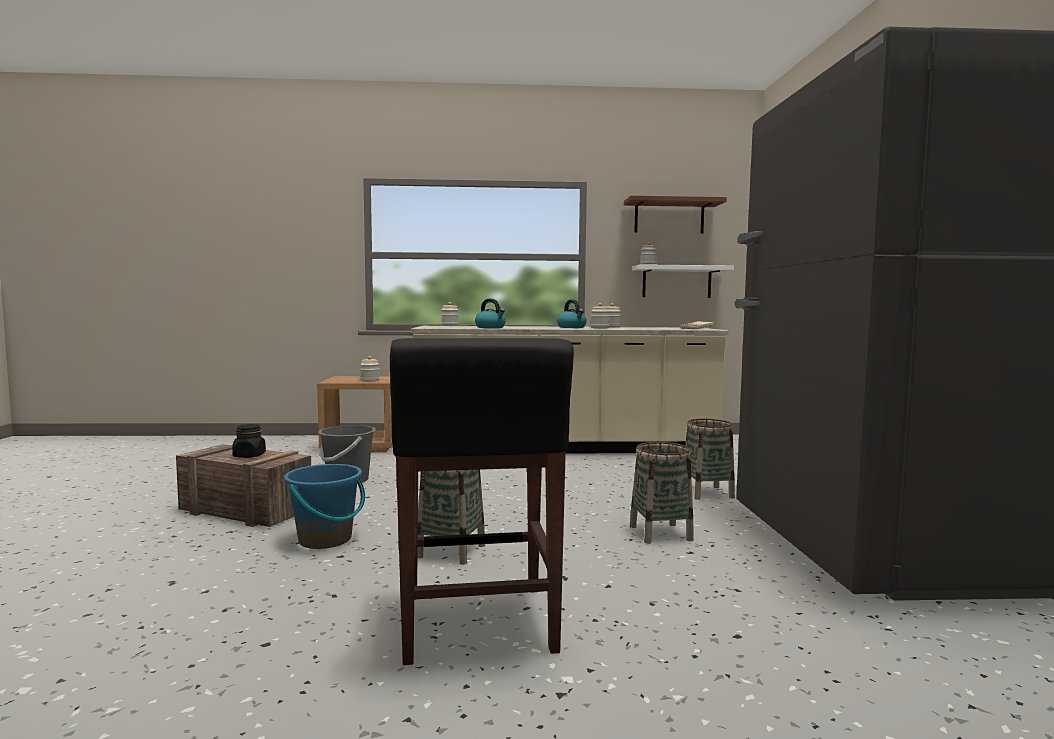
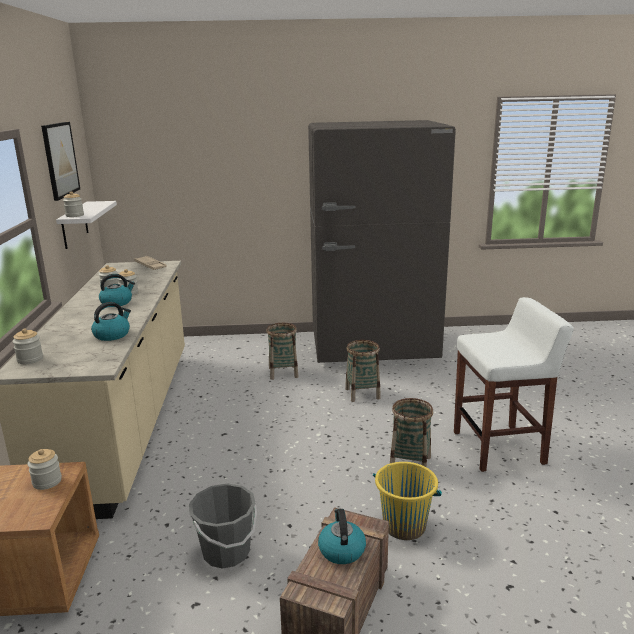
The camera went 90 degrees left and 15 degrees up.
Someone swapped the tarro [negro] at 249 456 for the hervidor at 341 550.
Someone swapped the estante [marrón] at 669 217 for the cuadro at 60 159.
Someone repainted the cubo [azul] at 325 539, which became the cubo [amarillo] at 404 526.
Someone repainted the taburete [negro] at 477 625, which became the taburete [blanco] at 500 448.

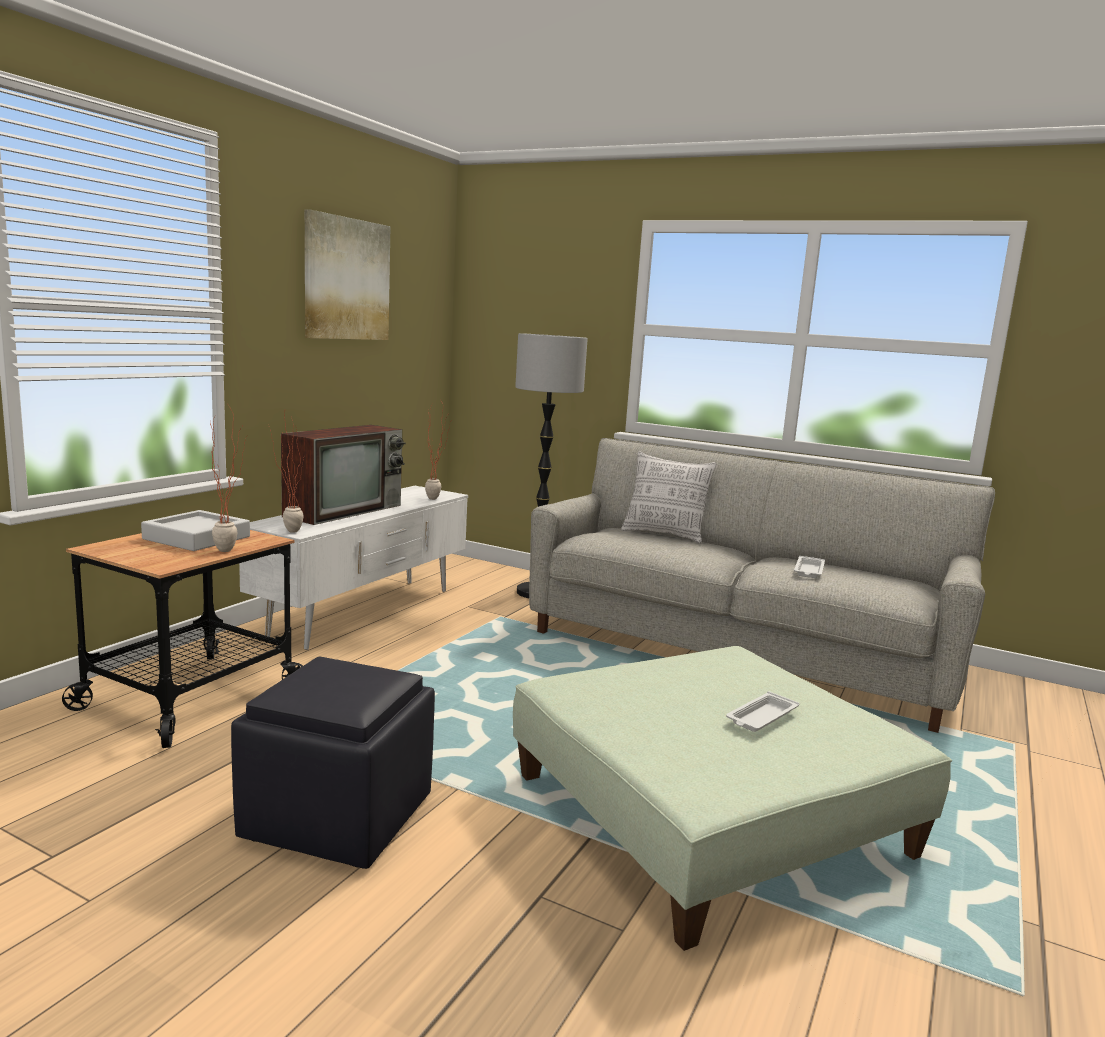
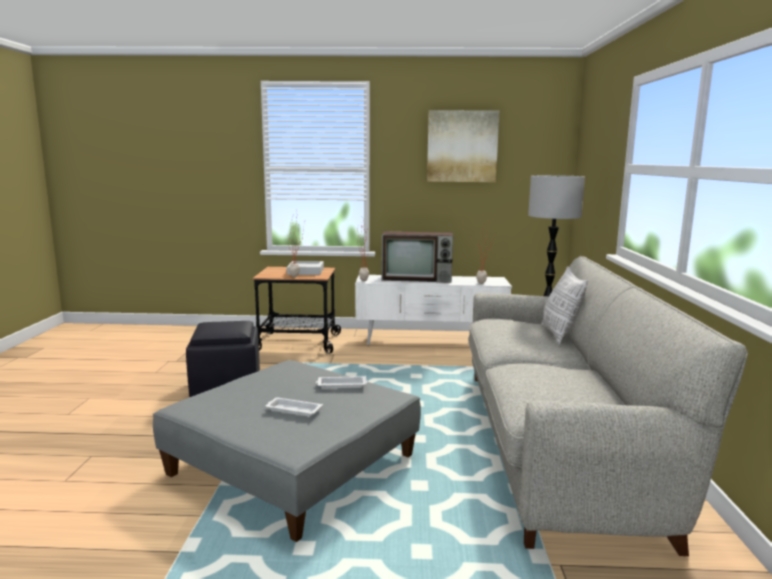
The camera went 65 degrees right and 0 degrees up.
Someone carried the bandeja [blanco] from 809 571 to 341 385.
Someone repainted the puf [verde] at 709 814, which became the puf [gris] at 294 464.

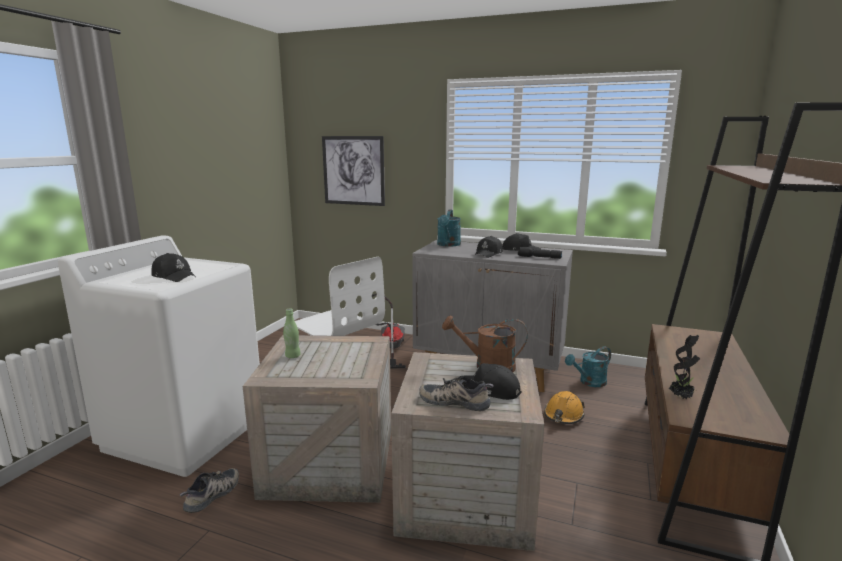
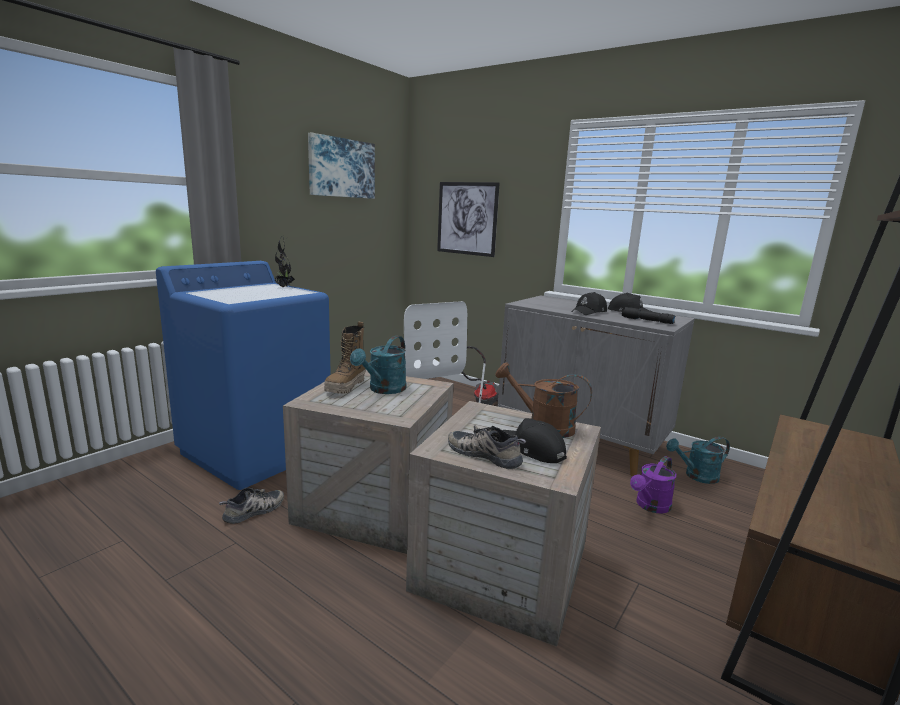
The camera went 15 degrees right and 0 degrees up.
Someone took away the gorra [negro] at 174 276.
Someone put up the cuadro at 341 168.
Someone carried the regadera [turquesa] from 448 245 to 383 390.
Someone carried the planta en maceta from 681 397 to 283 287.
Someone swapped the botella [verde] at 292 356 for the bota at 346 387.
Someone swapped the casco [naranja] at 563 415 for the regadera [morado] at 650 506.
Someone repainted the lavadora [blanco] at 186 432, which became the lavadora [azul] at 257 451.

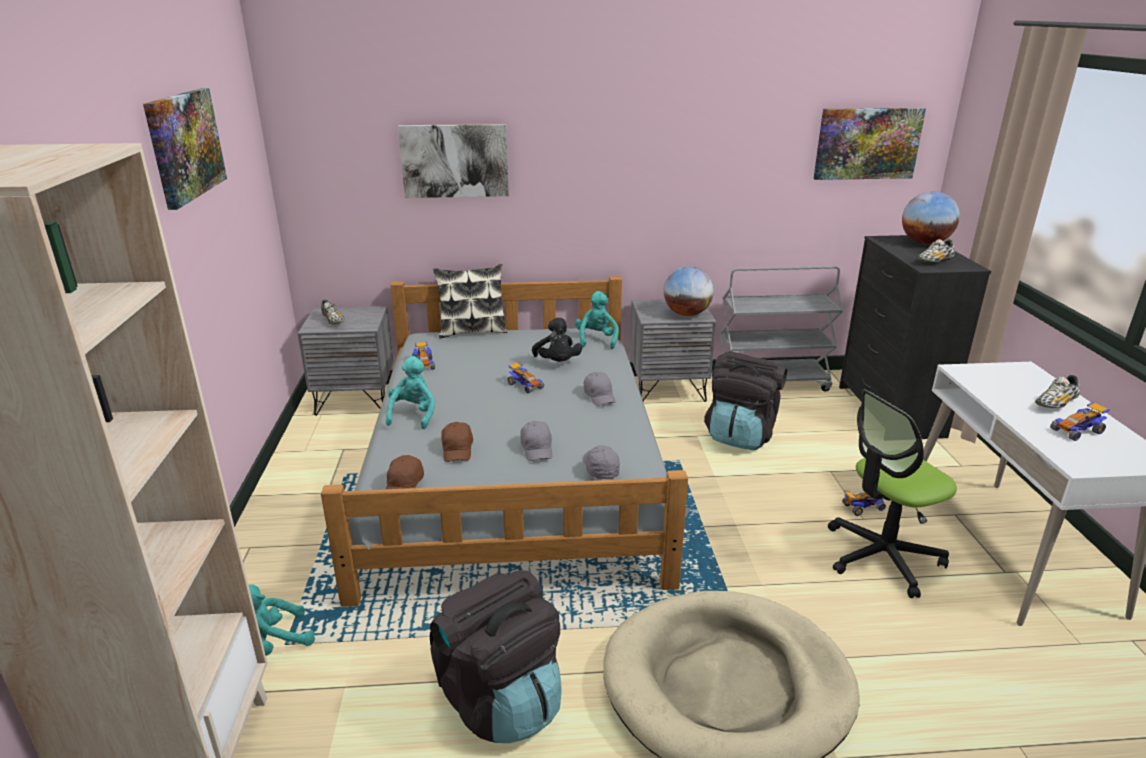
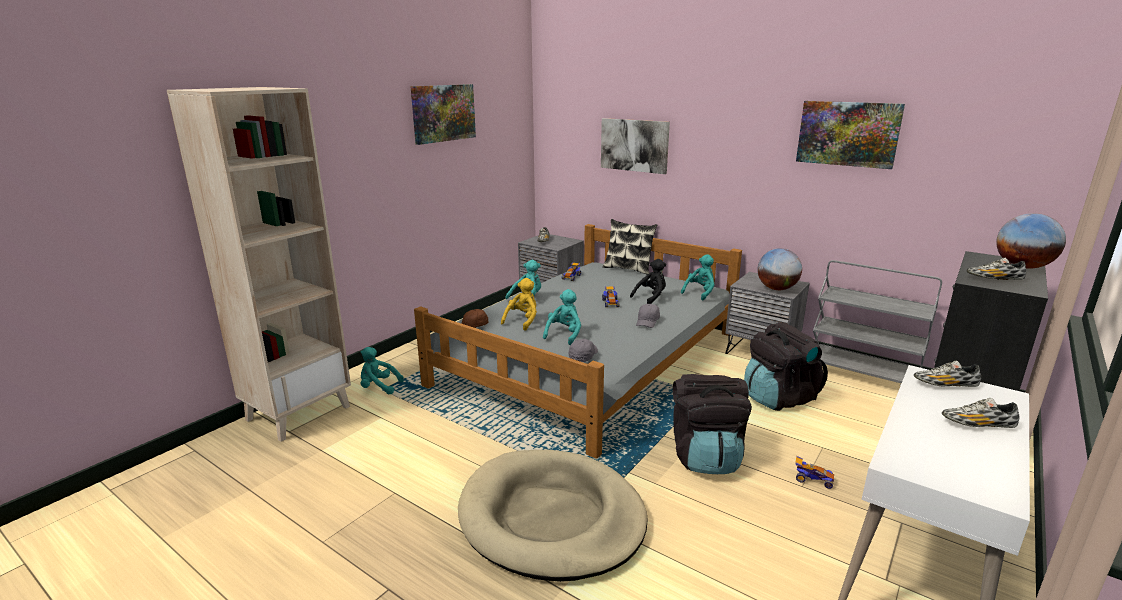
The camera went 40 degrees right and 5 degrees down.
Someone took away the silla de oficina at 882 557.
Someone took away the coche de juguete at 1076 431.
Someone put down the zapato at 945 385.
Someone carried the mochila [negro] from 500 700 to 705 456.
Someone carried the cuadro from 867 143 to 848 133.
Someone swapped the gorra [marrón] at 457 450 for the peluche [amarillo] at 522 321.
Someone swapped the gorra [gris] at 537 449 for the peluche [turquesa] at 564 334.
Someone rotated the peluche [negro] at 557 363 by 150 degrees counterclockwise.

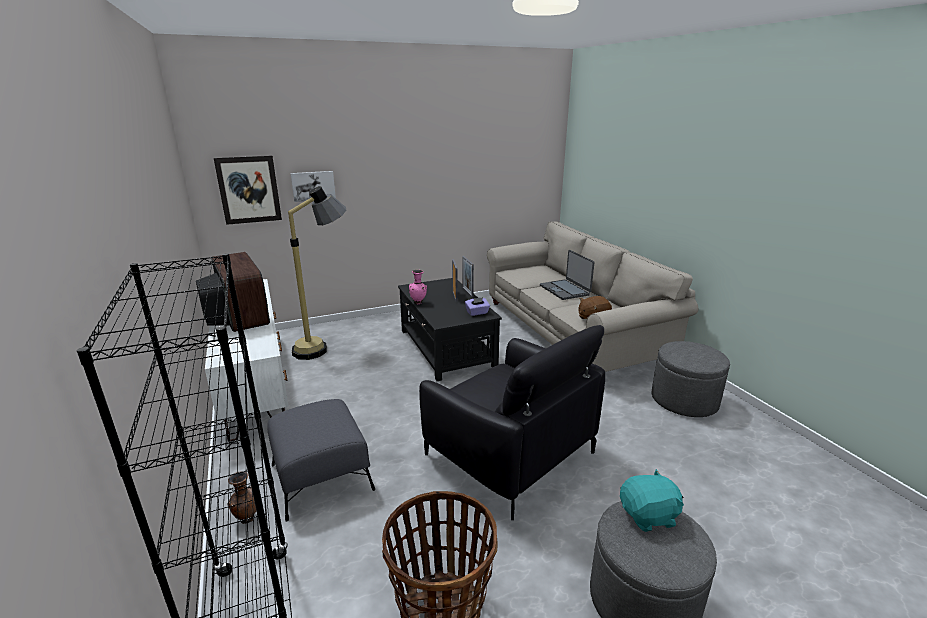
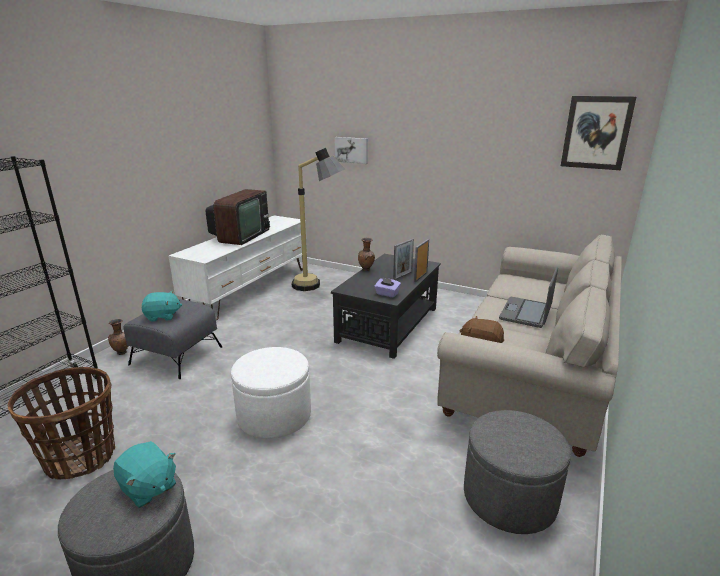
The camera went 50 degrees right and 0 degrees up.
Someone put down the peluche [turquesa] at 163 316.
Someone carried the cuadro from 249 189 to 596 133.
Someone swapped the sillón [negro] at 509 453 for the puf [blanco] at 274 416.
Someone repainted the florero [rosa] at 418 302, which became the florero [marrón] at 366 270.

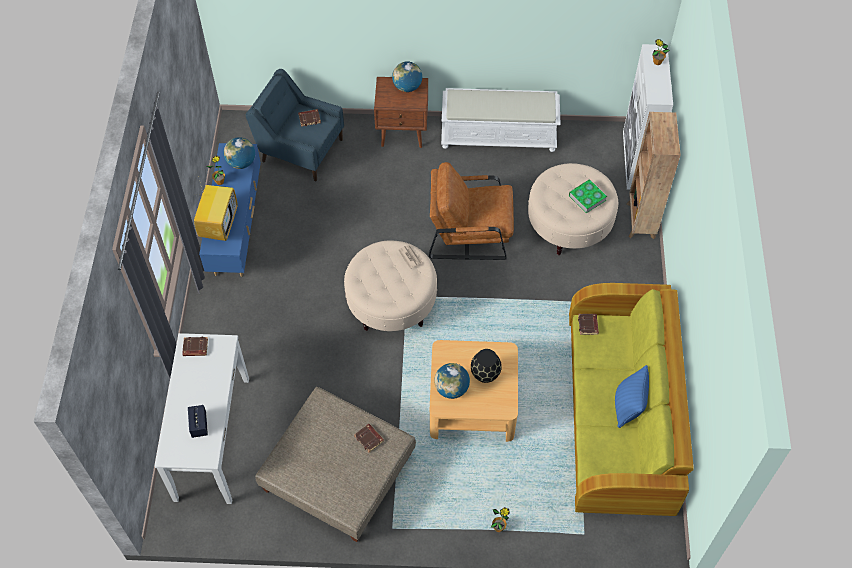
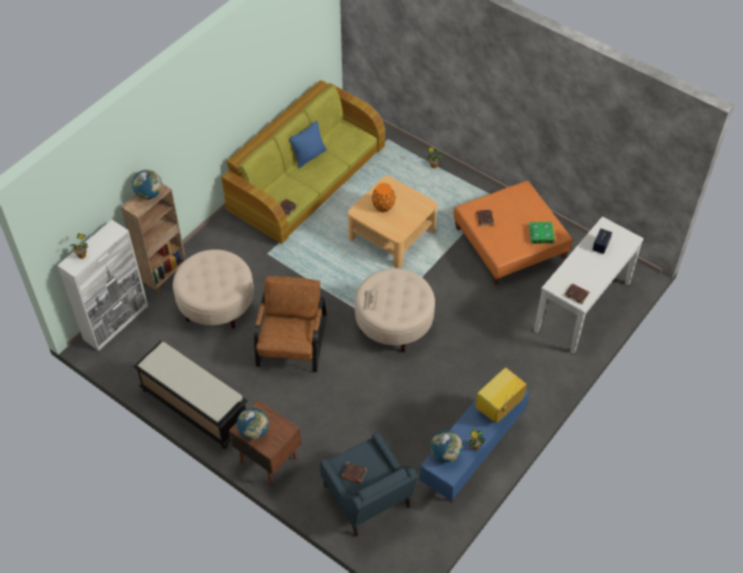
The camera went 145 degrees left and 5 degrees down.
Someone carried the globo terráqueo from 451 389 to 149 194.
Someone carried the libro from 587 198 to 541 234.
Someone repainted the puf [beis] at 338 472, which became the puf [naranja] at 510 242.
Someone repainted the banco [blanco] at 499 135, which became the banco [negro] at 194 407.
Someone repainted the florero [negro] at 485 374, which became the florero [naranja] at 383 207.
Someone rotated the sillón [marrón] at 470 231 by 120 degrees counterclockwise.

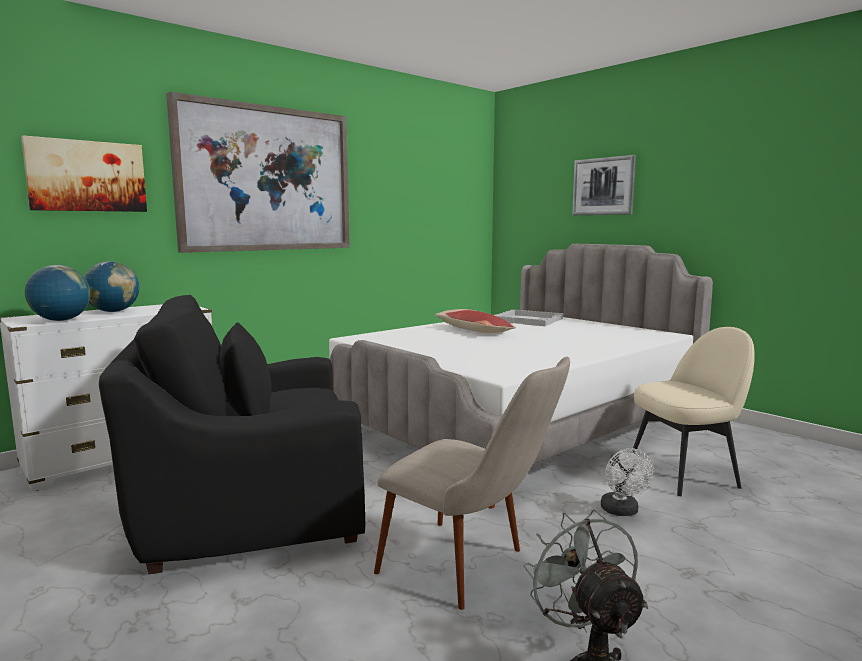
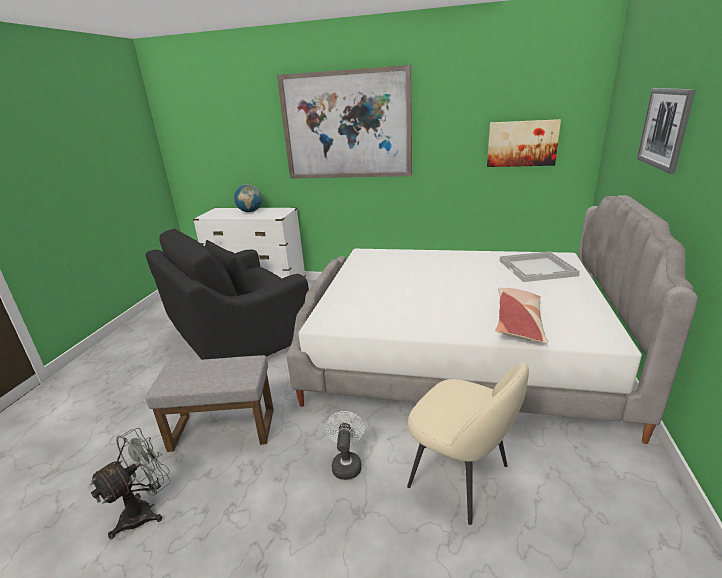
The camera went 55 degrees right and 15 degrees up.
Someone took away the globo terráqueo at 61 320.
Someone carried the cuadro from 87 176 to 522 143.
Someone carried the cojín from 473 330 to 519 322.
Someone swapped the silla [beis] at 471 569 for the puf [gris] at 221 430.
Someone rotated the sillón [negro] at 248 504 by 75 degrees counterclockwise.
Someone rotated the ventilador [blanco] at 622 511 by 135 degrees clockwise.

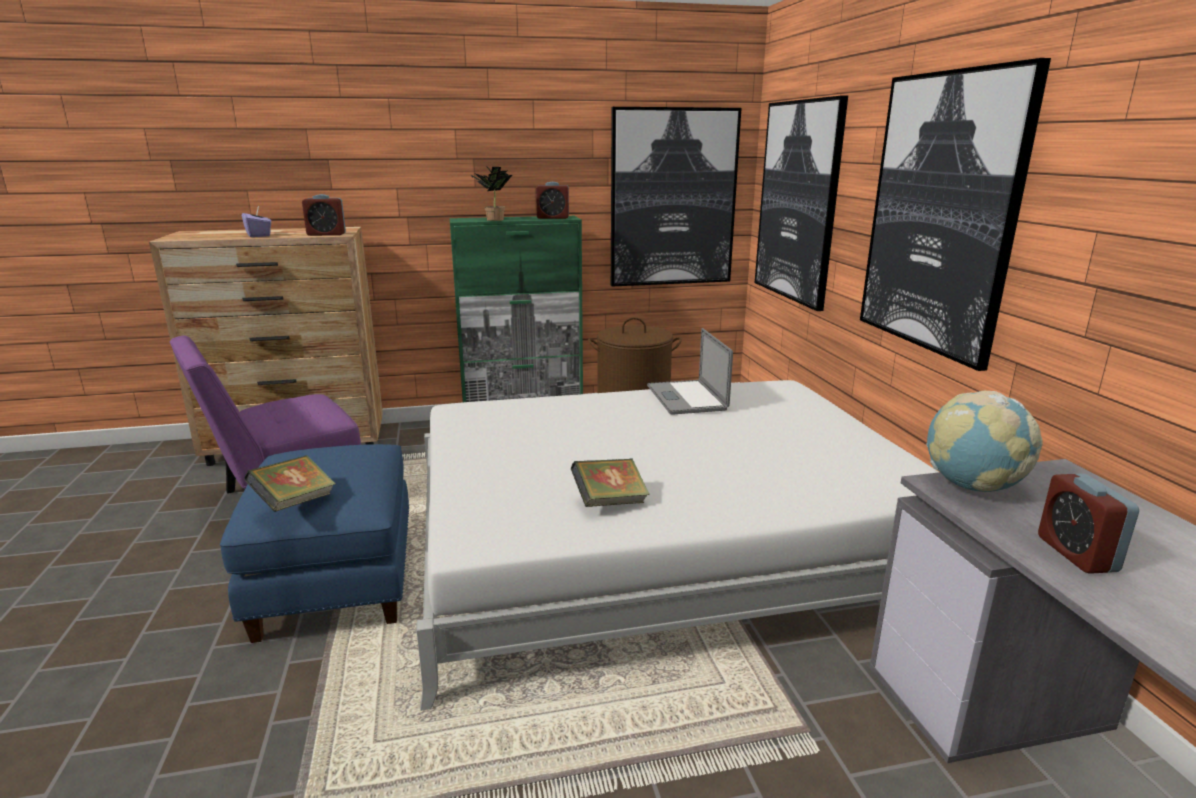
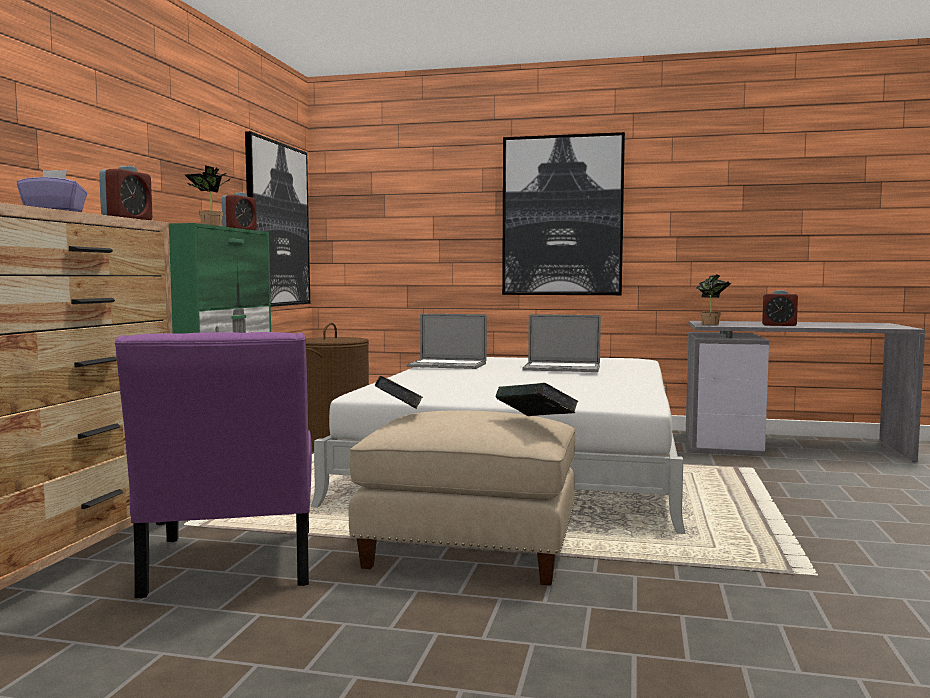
The camera went 65 degrees left and 15 degrees down.
Someone took away the cuadro at 798 202.
Someone put down the portátil at 561 368.
Someone carried the libro from 609 502 to 400 413.
Someone swapped the globo terráqueo at 972 486 for the planta en maceta at 712 324.
Someone repainted the puf [azul] at 338 581, which became the puf [beis] at 470 550.

